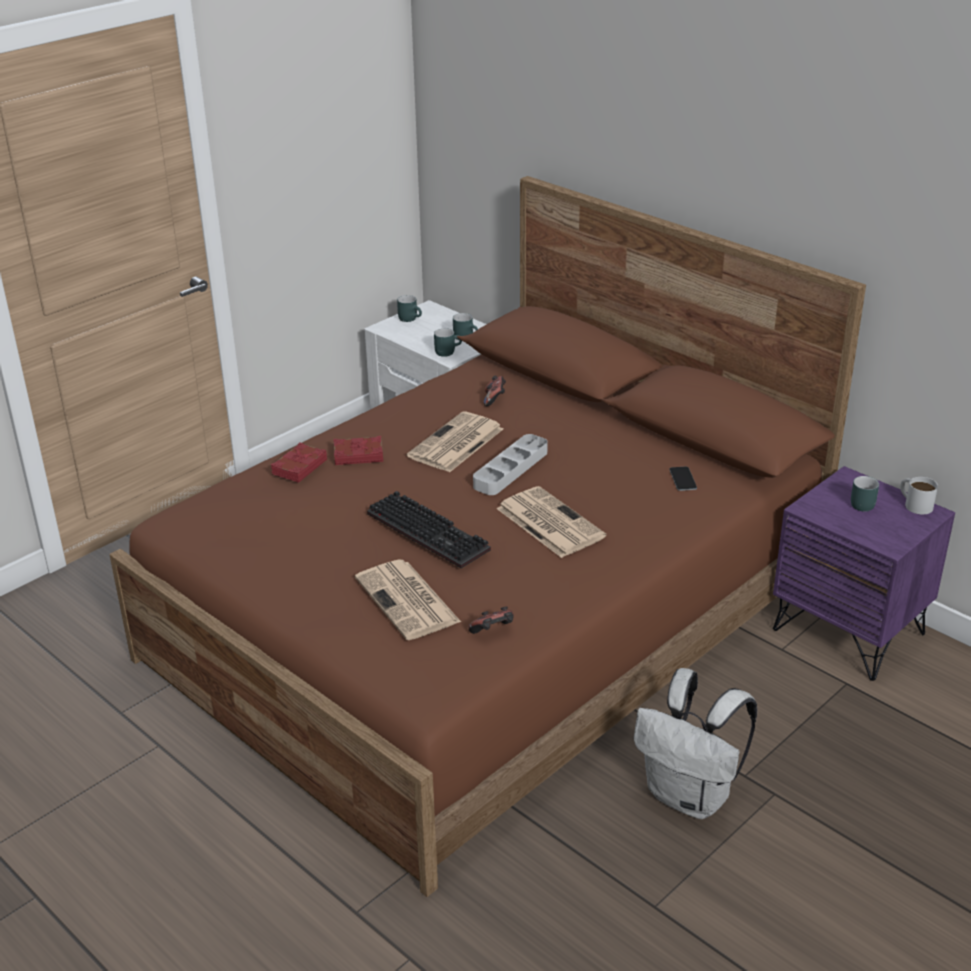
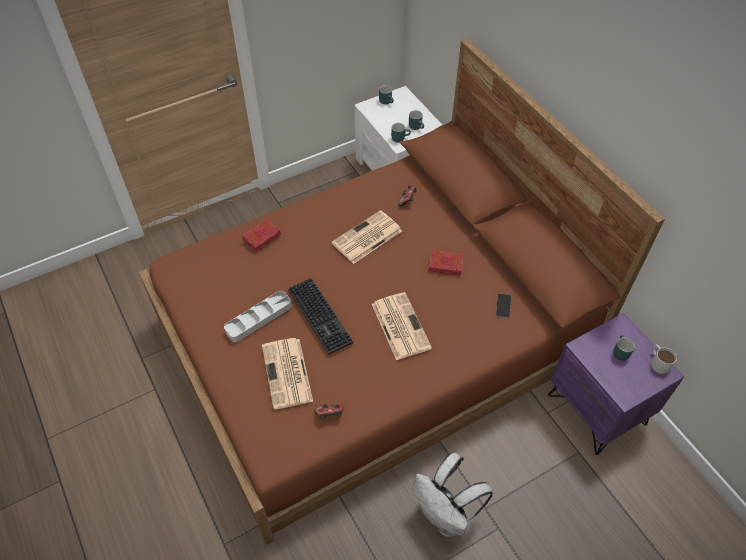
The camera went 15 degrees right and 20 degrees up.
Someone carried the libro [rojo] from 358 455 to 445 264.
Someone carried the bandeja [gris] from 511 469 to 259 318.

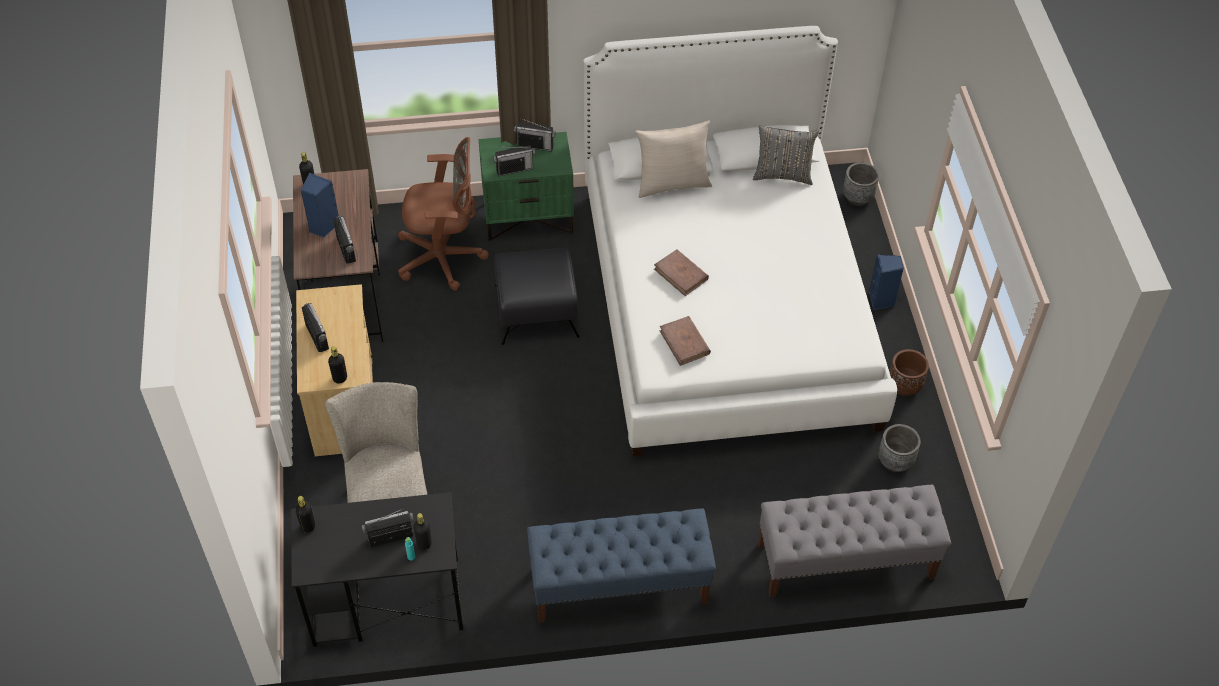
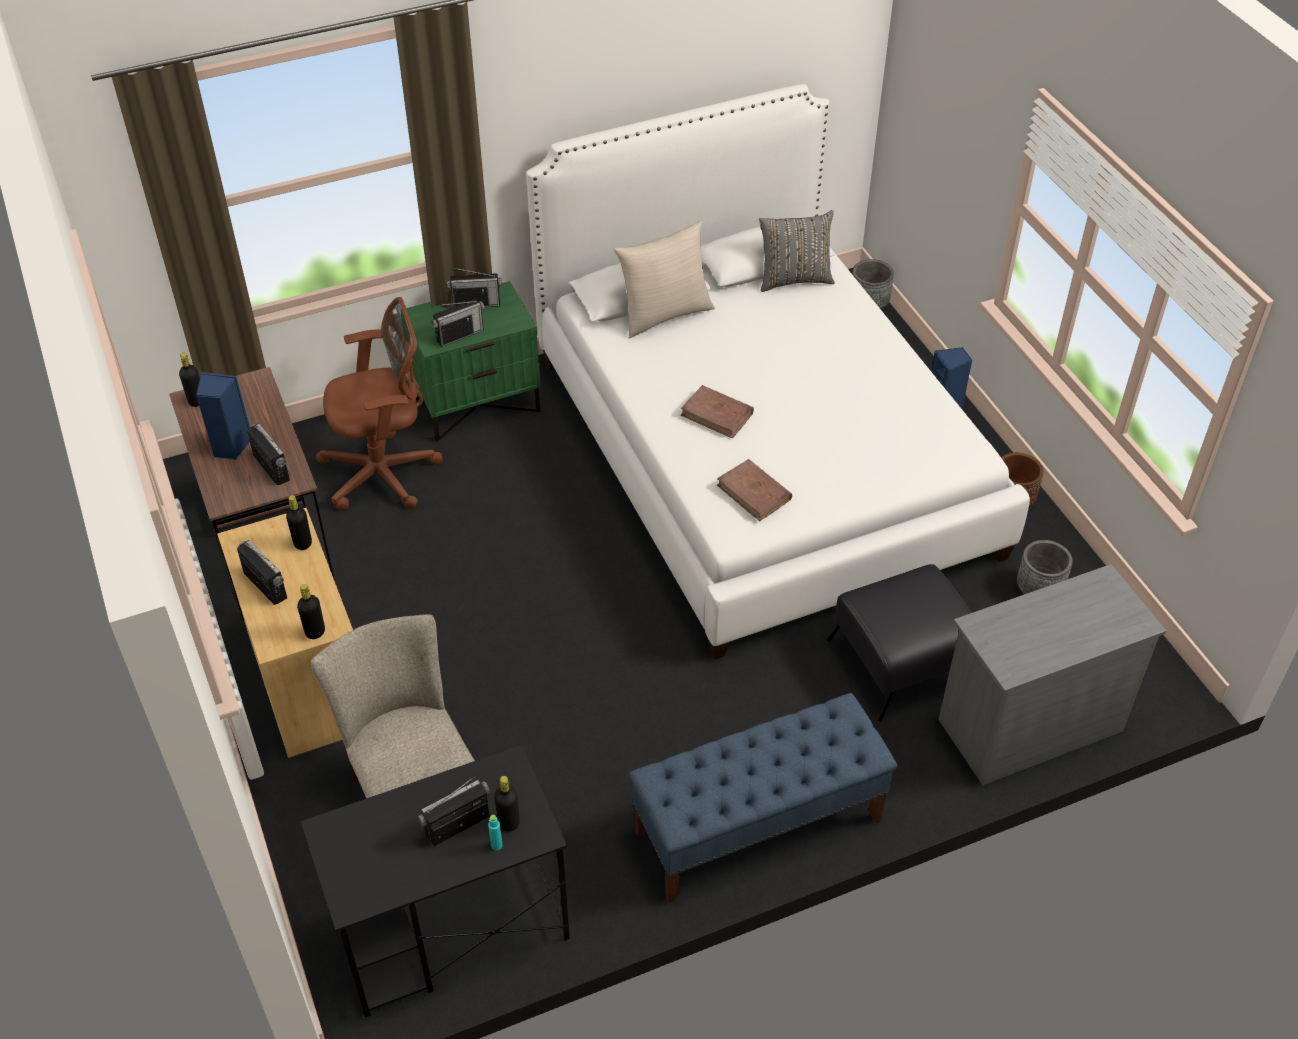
The camera went 15 degrees left and 5 degrees down.
Someone carried the botella [negro] from 308 526 to 303 543.
Someone carried the puf [negro] from 537 311 to 902 662.
Someone swapped the banco [gris] at 844 561 for the cómoda [gris] at 1029 725.

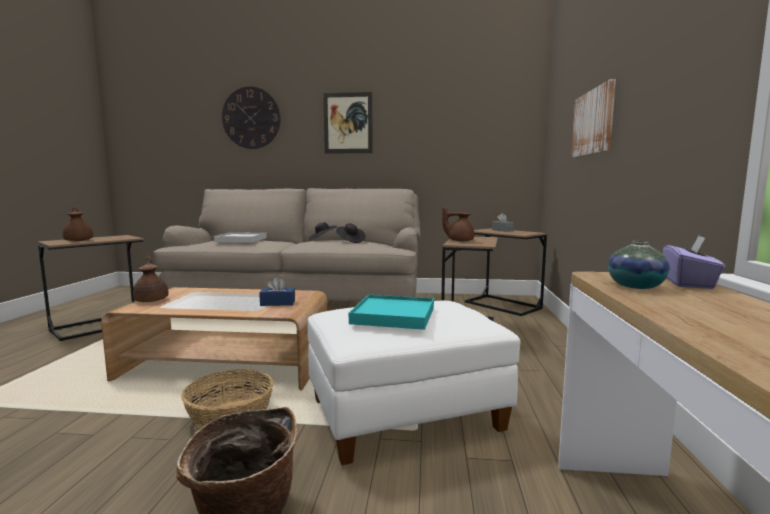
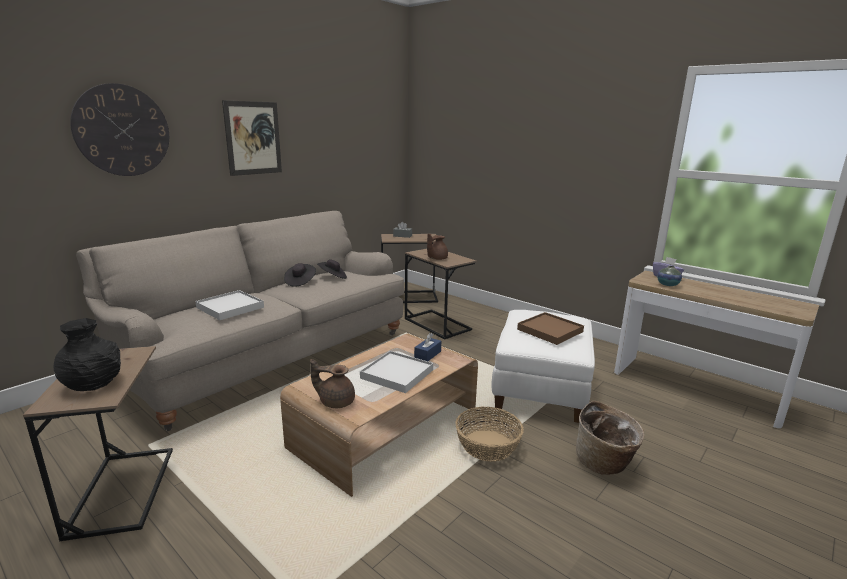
The camera went 55 degrees left and 10 degrees up.
Someone took away the cuadro at 593 122.
Someone put down the bandeja [blanco] at 397 374.
Someone swapped the tetera [marrón] at 79 240 for the florero [negro] at 94 383.
Someone repainted the bandeja [turquesa] at 393 316, which became the bandeja [marrón] at 550 331.

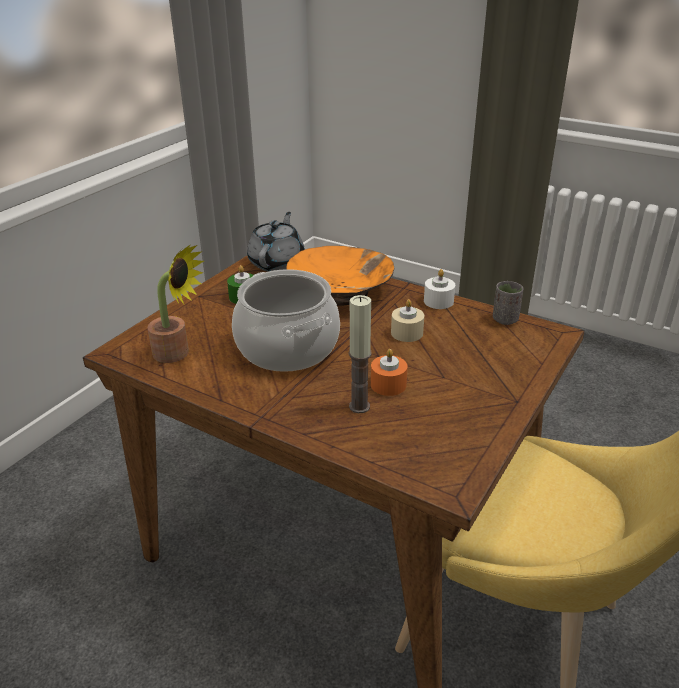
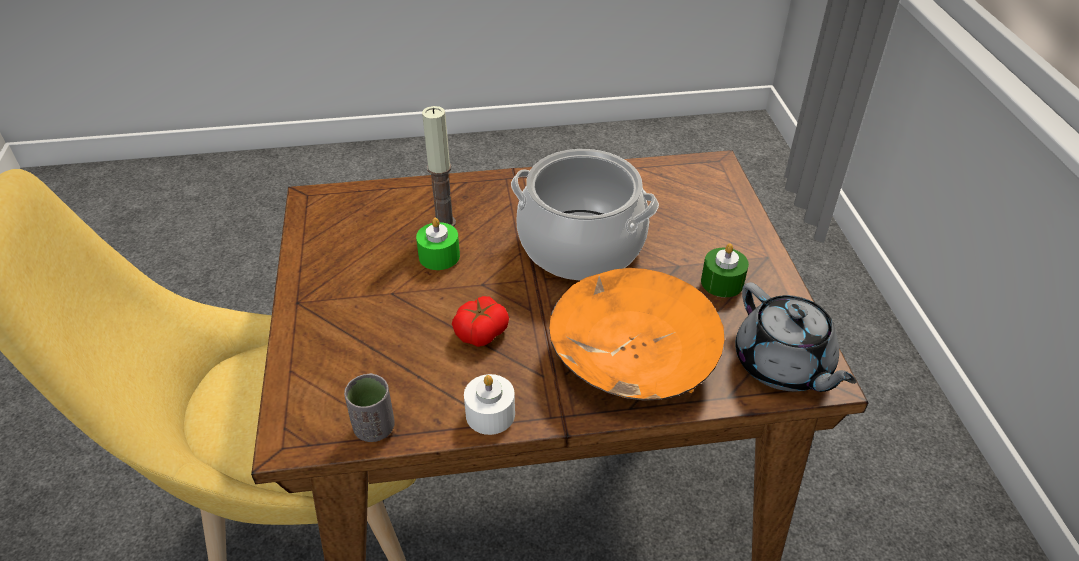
The camera went 140 degrees right and 10 degrees up.
Someone took away the planta en maceta at 177 354.
Someone swapped the vela [beis] at 407 333 for the tomate at 481 332.
Someone repainted the vela [naranja] at 388 384, which became the vela [verde] at 439 256.

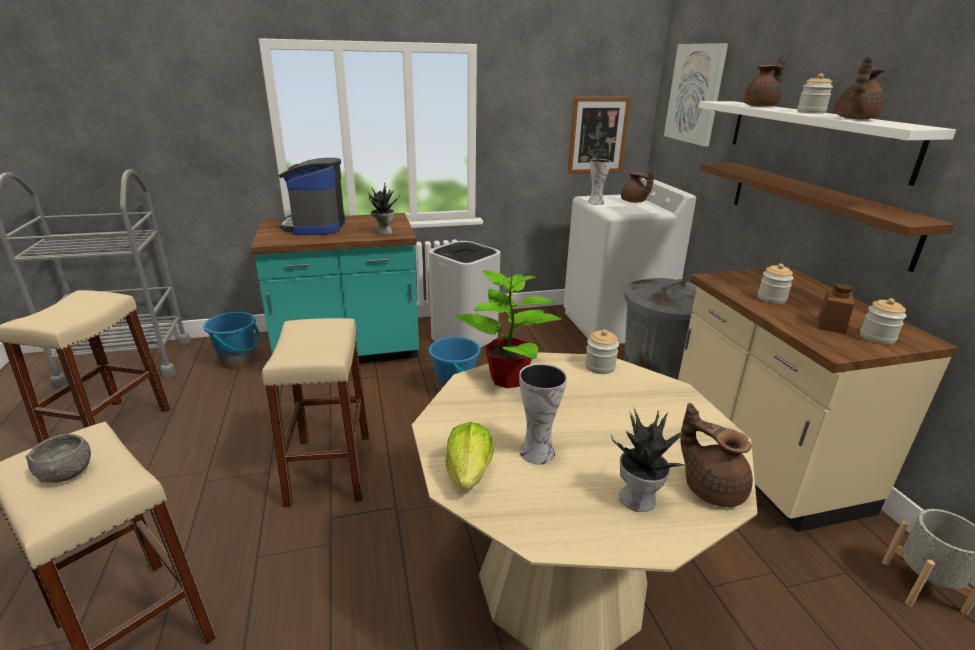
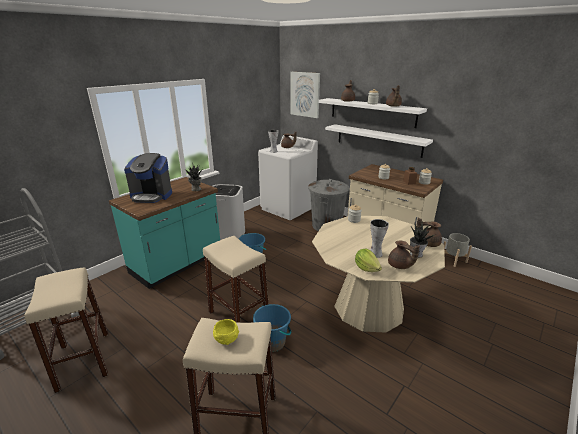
The camera went 35 degrees left and 0 degrees up.
Someone took away the planta en maceta at 509 379.
Someone took away the cuadro at 598 135.
Someone put down the tetera [marrón] at 400 266.
Someone carried the cubo [azul] from 238 360 to 273 342.
Someone repainted the cuenco [gris] at 66 472, which became the cuenco [amarillo] at 226 338.
Someone repainted the estante [marrón] at 814 209, which became the estante [blanco] at 378 140.
Someone rotated the cafetera at 315 226 by 45 degrees counterclockwise.

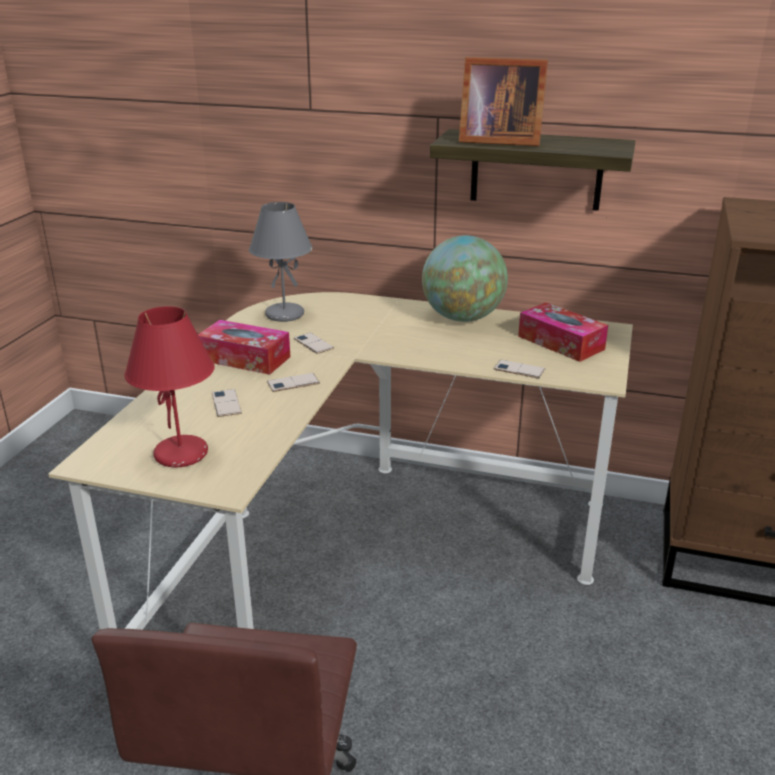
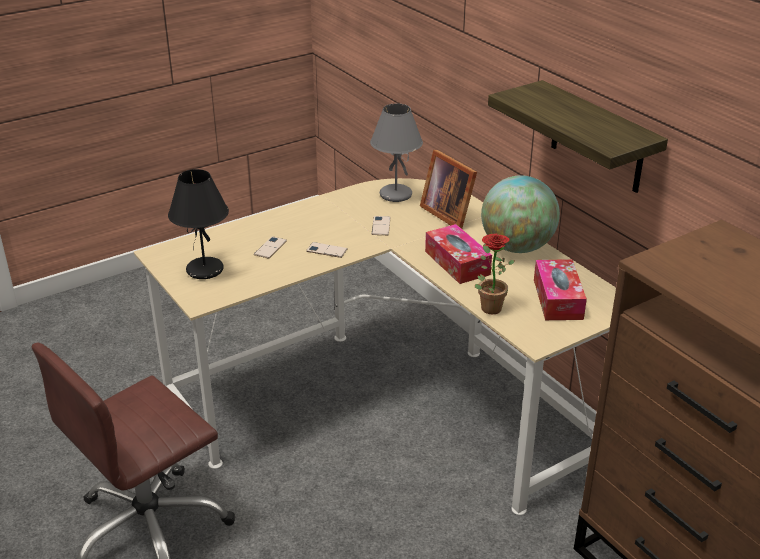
The camera went 40 degrees right and 5 degrees up.
Someone carried the caja de pañuelos from 245 358 to 457 263.
Someone carried the portarretratos from 497 141 to 448 213.
Someone swapped the móvil at 519 369 for the planta en maceta at 488 306.
Someone repainted the lámpara de mesa [rojo] at 182 454, which became the lámpara de mesa [negro] at 205 270.

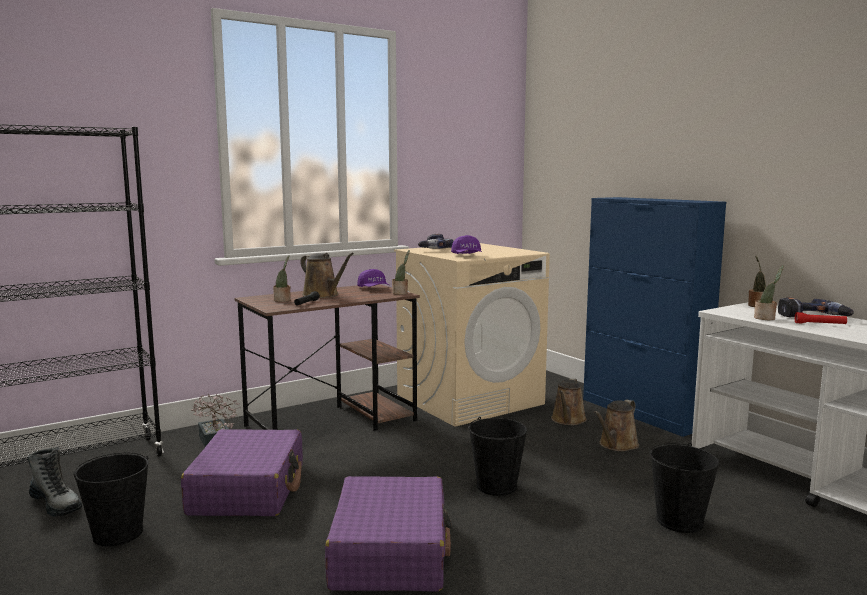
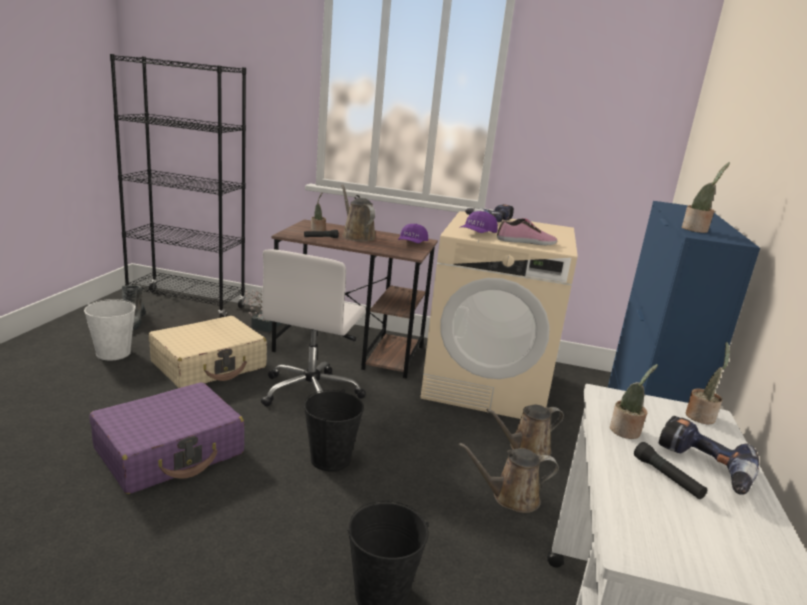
The camera went 45 degrees right and 10 degrees up.
Someone put down the silla de oficina [blanco] at 311 393.
Someone put down the zapato at 526 242.
Someone carried the planta en maceta from 401 293 to 696 230.
Someone repainted the cubo [negro] at 118 534, which became the cubo [blanco] at 113 353.
Someone repainted the maleta [morado] at 248 489, which became the maleta [beis] at 209 365.
Someone repainted the linterna [rojo] at 820 324, which became the linterna [negro] at 667 478.
Someone rotated the regadera [marrón] at 323 295 by 150 degrees clockwise.

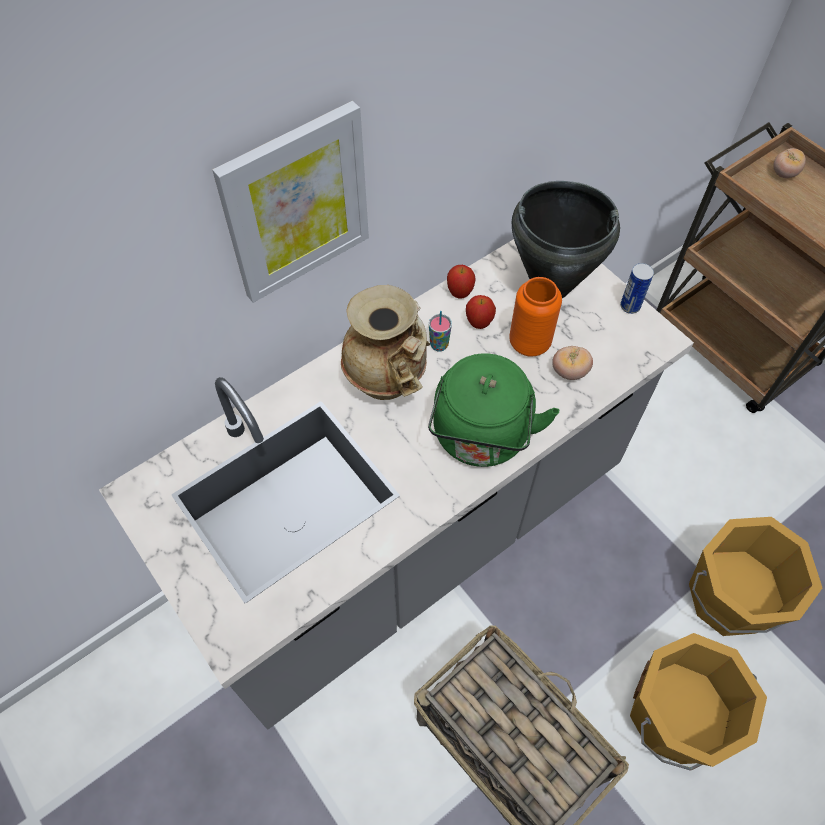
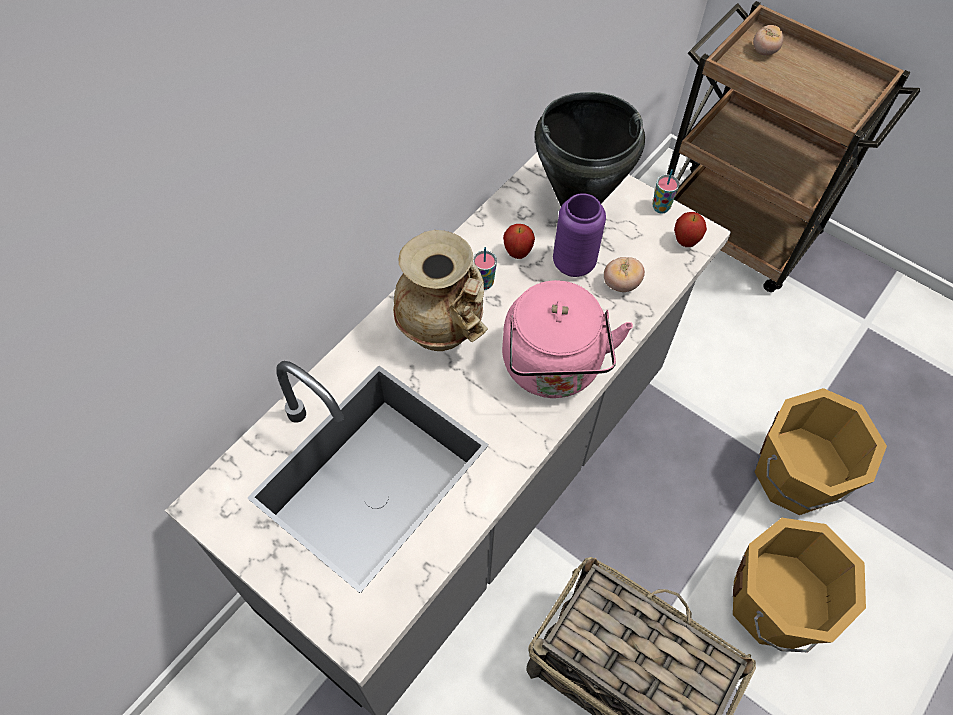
The camera went 15 degrees left and 0 degrees up.
Someone took away the cuadro at 296 204.
Someone carried the manzana from 460 293 to 685 242.
Someone swapped the lata at 630 306 for the taza at 660 207.
Someone repainted the hervidor [verde] at 481 438, which became the hervidor [rosa] at 553 369.
Someone repainted the florero [naranja] at 529 343, which became the florero [morado] at 573 264.

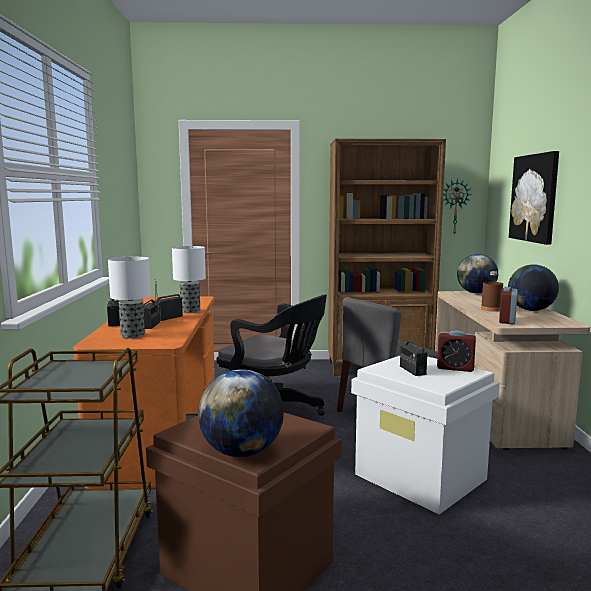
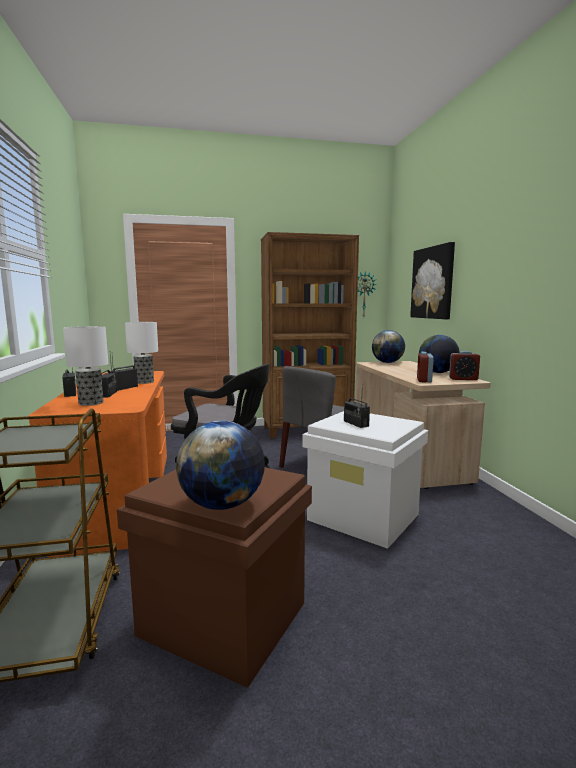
The camera went 10 degrees left and 0 degrees up.
Someone took away the botella [marrón] at 491 309.
Someone carried the despertador from 455 368 to 463 379.

